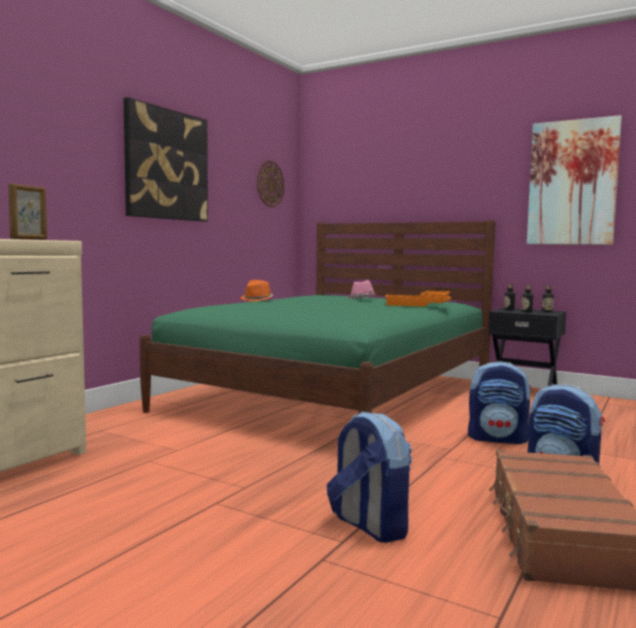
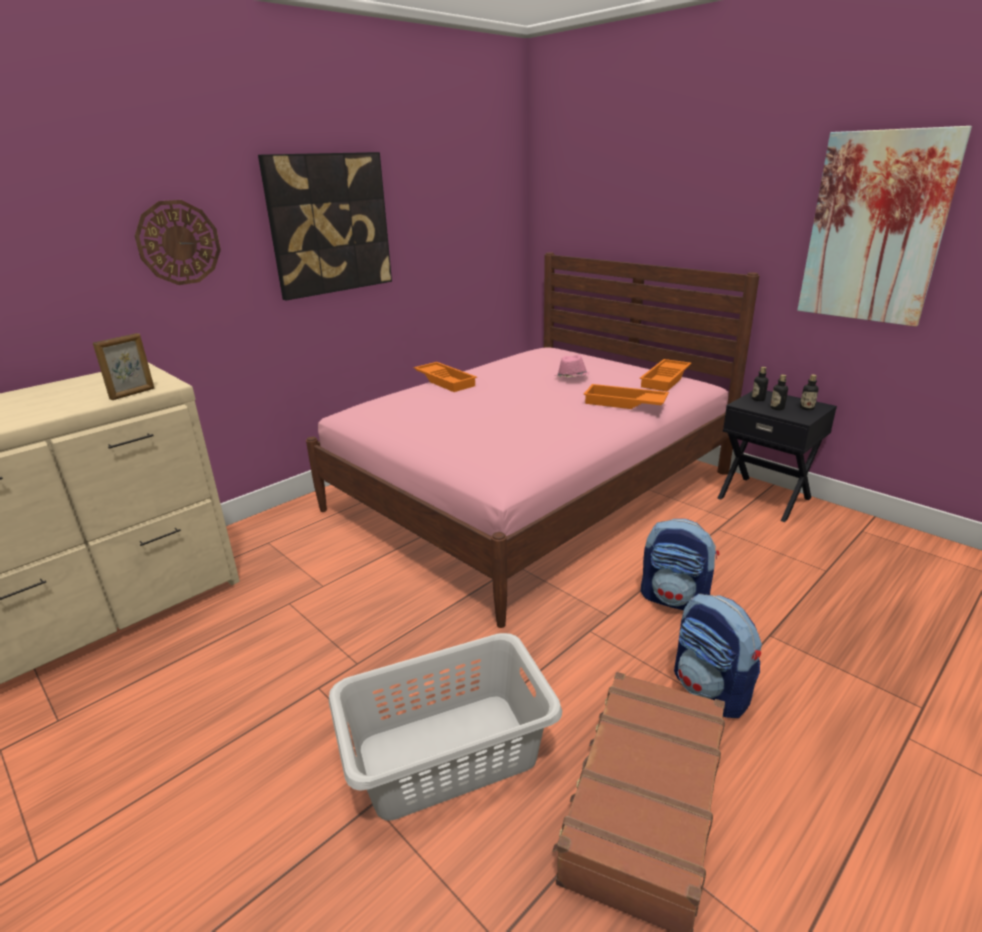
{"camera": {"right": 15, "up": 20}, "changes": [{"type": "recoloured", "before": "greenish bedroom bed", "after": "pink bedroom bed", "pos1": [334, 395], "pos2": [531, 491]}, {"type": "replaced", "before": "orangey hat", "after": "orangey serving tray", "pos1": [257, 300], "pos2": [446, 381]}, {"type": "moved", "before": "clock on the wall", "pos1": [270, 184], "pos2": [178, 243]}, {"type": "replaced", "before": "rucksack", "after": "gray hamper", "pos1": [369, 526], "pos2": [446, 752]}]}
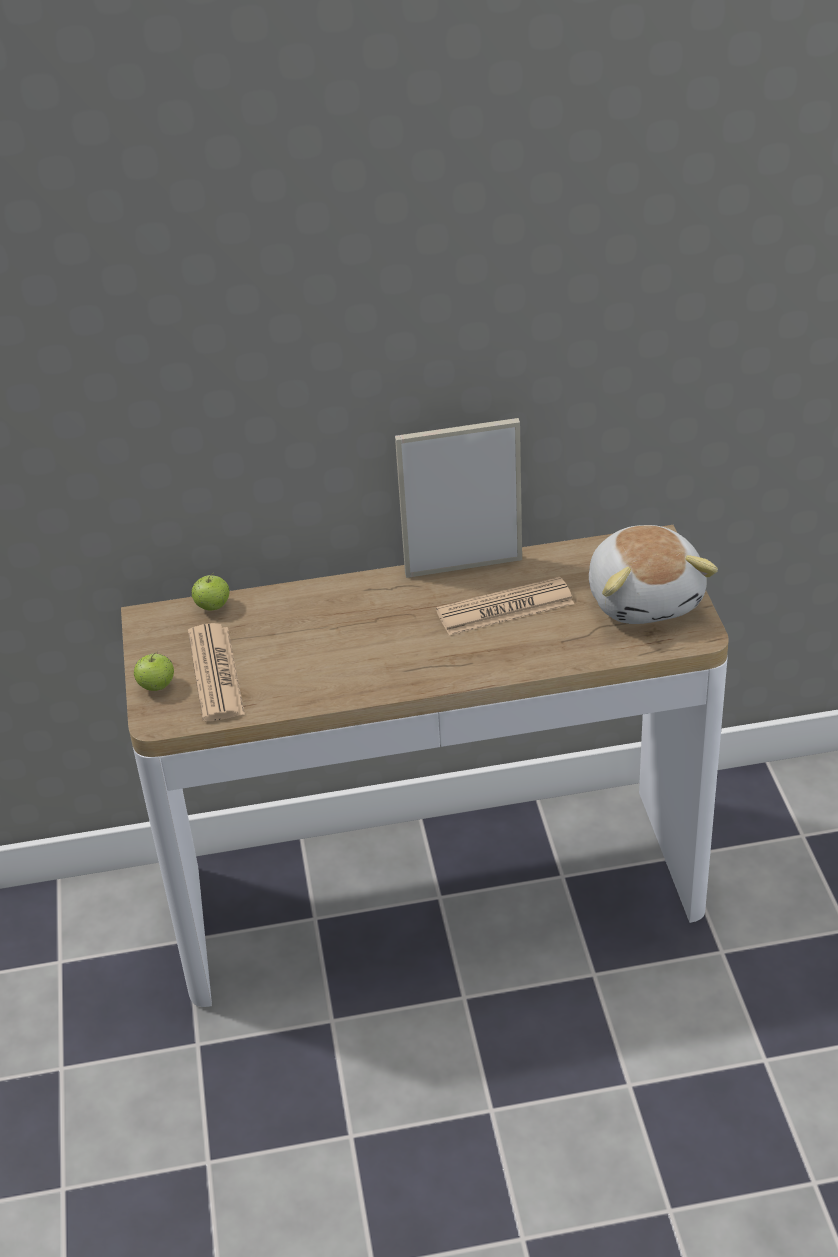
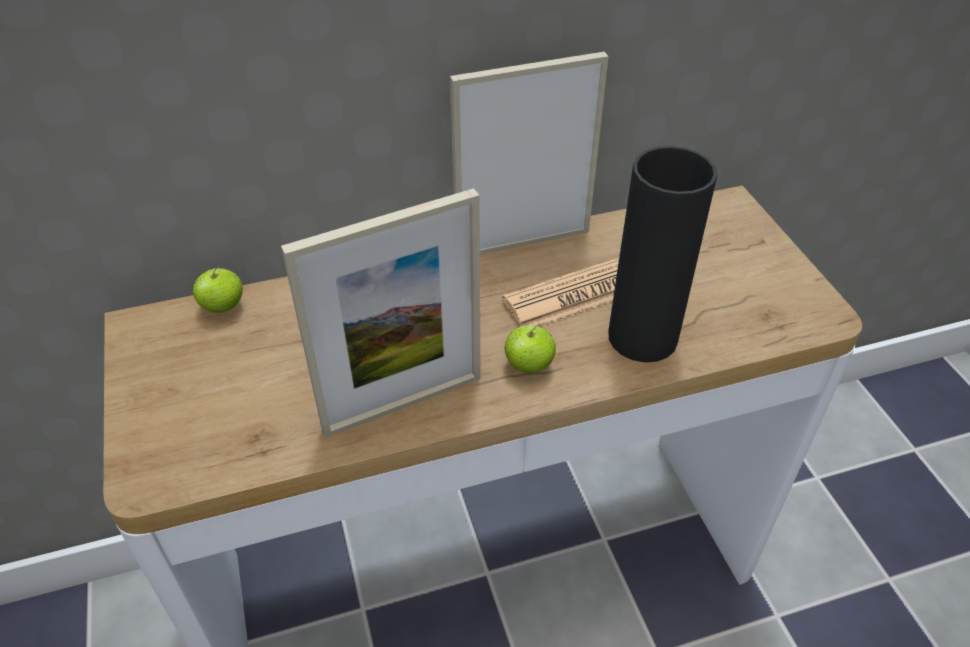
{"camera": {"right": -10, "up": 5}, "changes": [{"type": "moved", "before": "whole apple", "pos1": [156, 686], "pos2": [529, 365]}, {"type": "removed", "before": "printed paper", "pos1": [216, 673]}, {"type": "removed", "before": "plush toy", "pos1": [645, 598]}, {"type": "added", "after": "standing frame", "pos2": [403, 403]}, {"type": "added", "after": "black-coloured decorative vase", "pos2": [642, 337]}]}
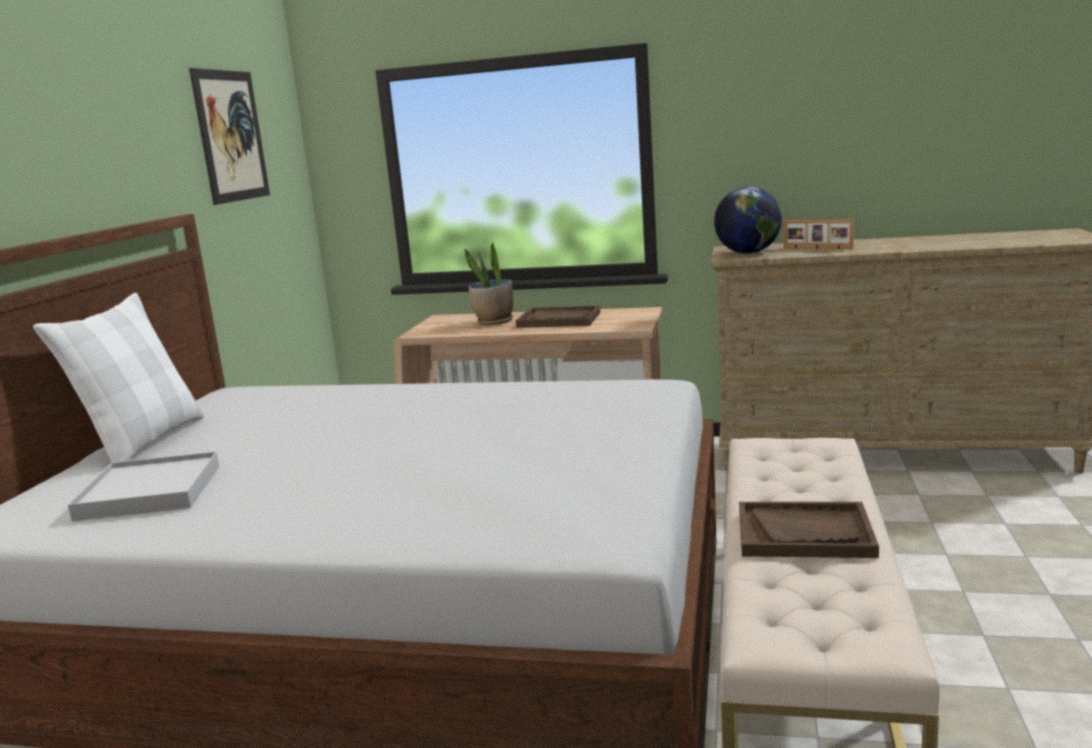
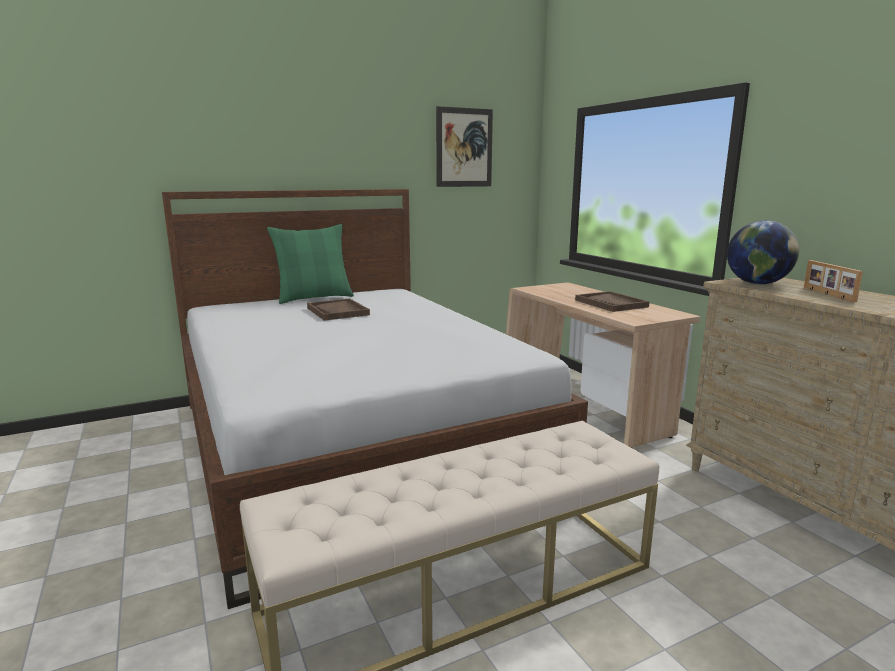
{"camera": {"right": 50, "up": 0}, "changes": [{"type": "recoloured", "before": "white-coloured pillow", "after": "greenish pillow", "pos1": [143, 442], "pos2": [314, 298]}, {"type": "removed", "before": "white-coloured serving tray", "pos1": [150, 492]}, {"type": "removed", "before": "plant in a pot", "pos1": [494, 322]}, {"type": "moved", "before": "brownish serving tray", "pos1": [804, 533], "pos2": [338, 311]}]}
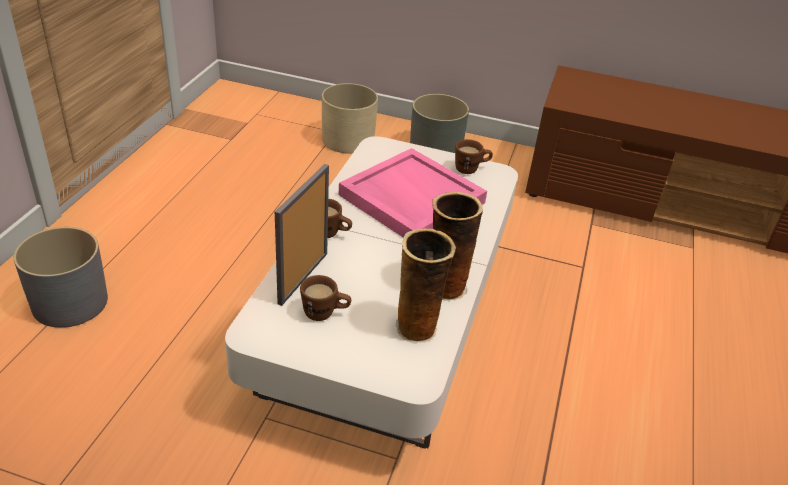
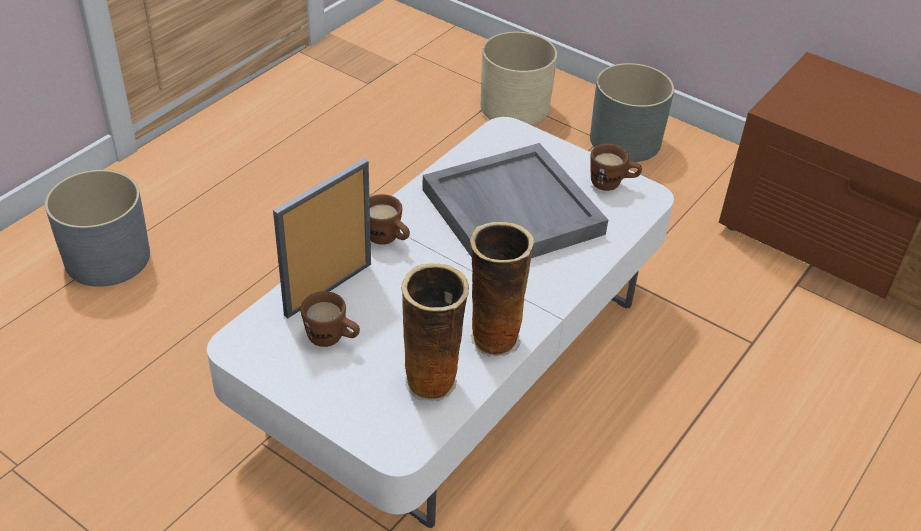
{"camera": {"right": 20, "up": 5}, "changes": [{"type": "recoloured", "before": "pink serving tray", "after": "gray serving tray", "pos1": [410, 199], "pos2": [510, 211]}]}
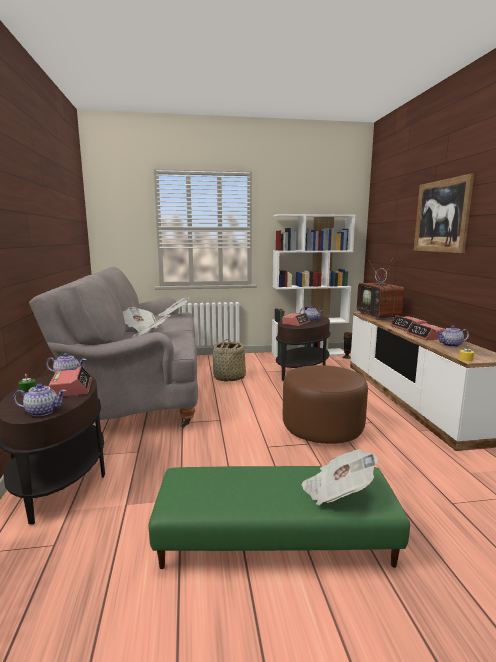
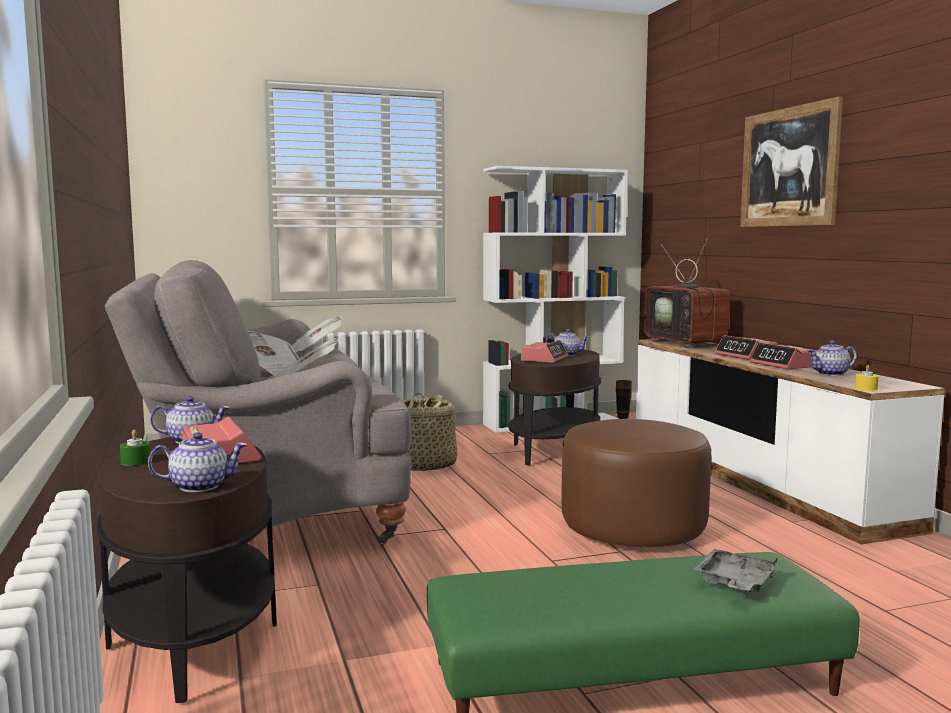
{"camera": {"right": -10, "up": -5}, "changes": [{"type": "replaced", "before": "printed paper", "after": "gray serving tray", "pos1": [337, 492], "pos2": [734, 584]}]}
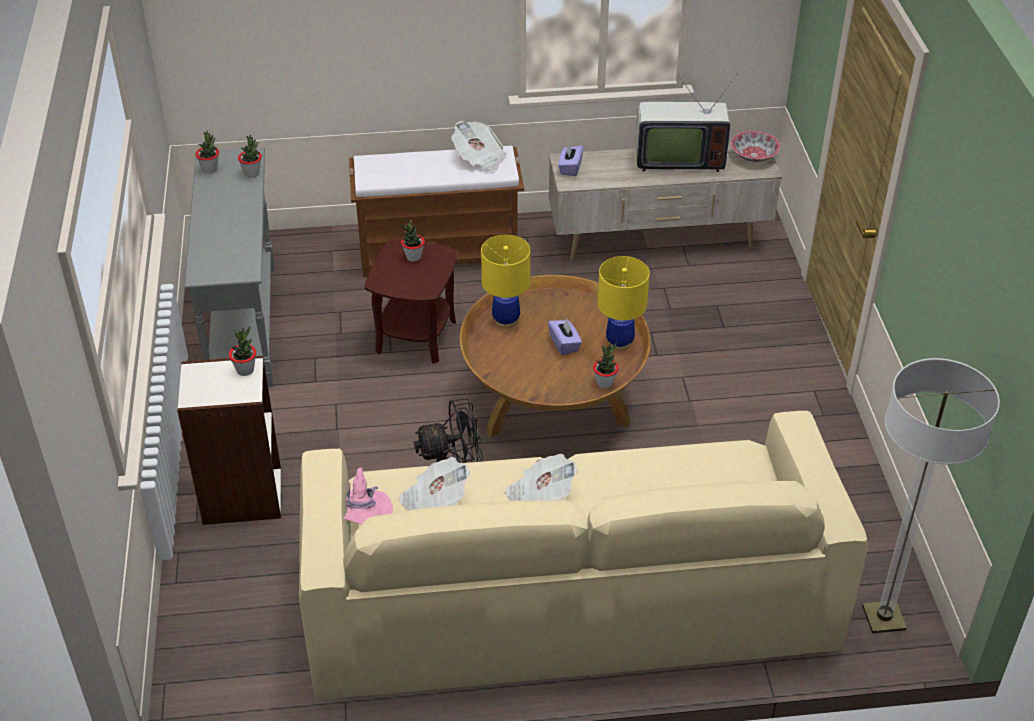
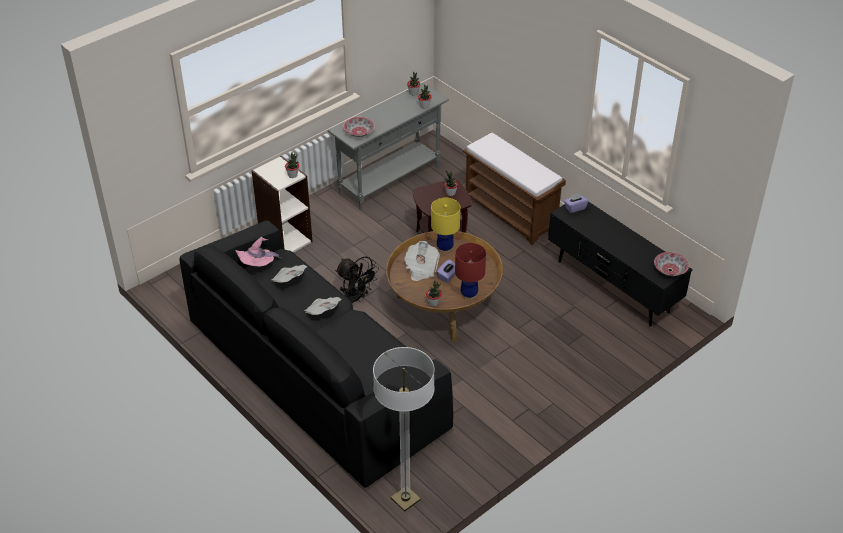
{"camera": {"right": 55, "up": 0}, "changes": [{"type": "recoloured", "before": "beige sofa", "after": "black-coloured sofa", "pos1": [569, 601], "pos2": [316, 375]}, {"type": "moved", "before": "printed paper", "pos1": [479, 159], "pos2": [421, 269]}, {"type": "recoloured", "before": "beige tv stand", "after": "black-coloured tv stand", "pos1": [658, 241], "pos2": [612, 287]}, {"type": "recoloured", "before": "yellow tabletop lamp", "after": "red tabletop lamp", "pos1": [620, 342], "pos2": [469, 295]}, {"type": "removed", "before": "television", "pos1": [677, 159]}, {"type": "added", "after": "deep dish", "pos2": [359, 133]}]}
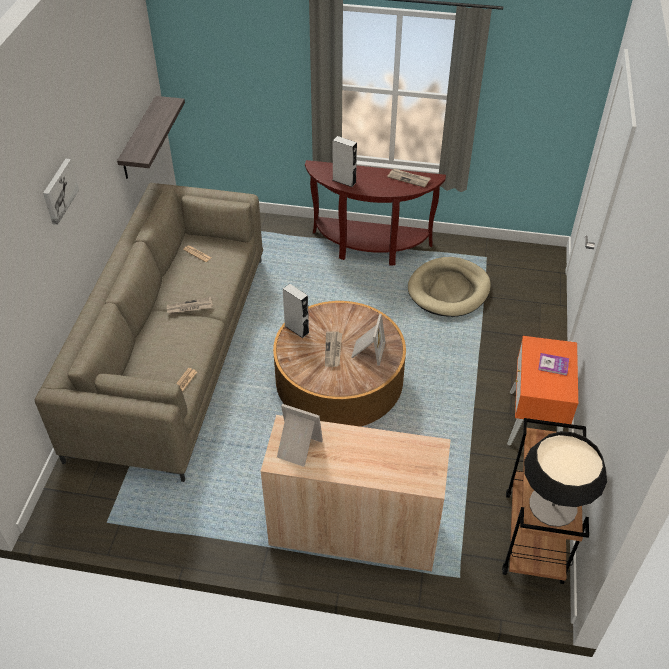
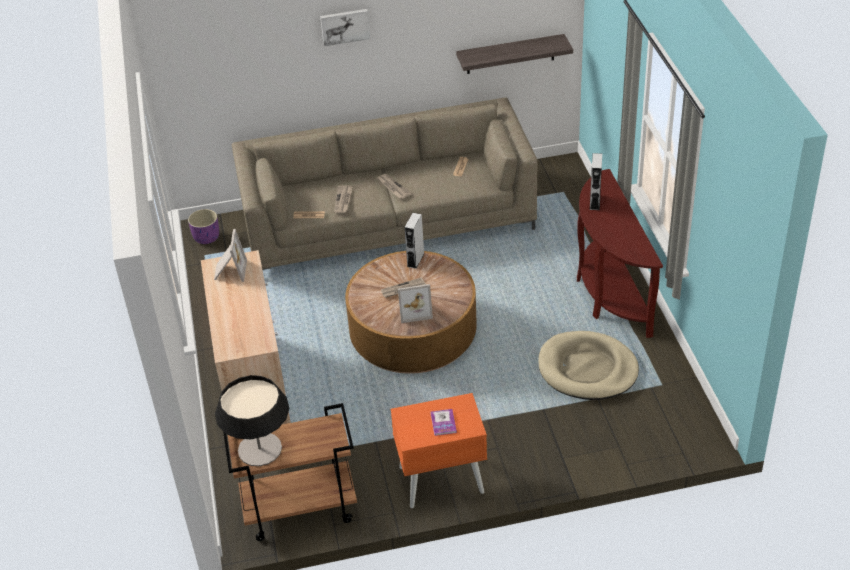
{"camera": {"right": 70, "up": -5}, "changes": [{"type": "moved", "before": "printed paper", "pos1": [409, 179], "pos2": [343, 200]}, {"type": "added", "after": "purplish planter", "pos2": [207, 237]}]}
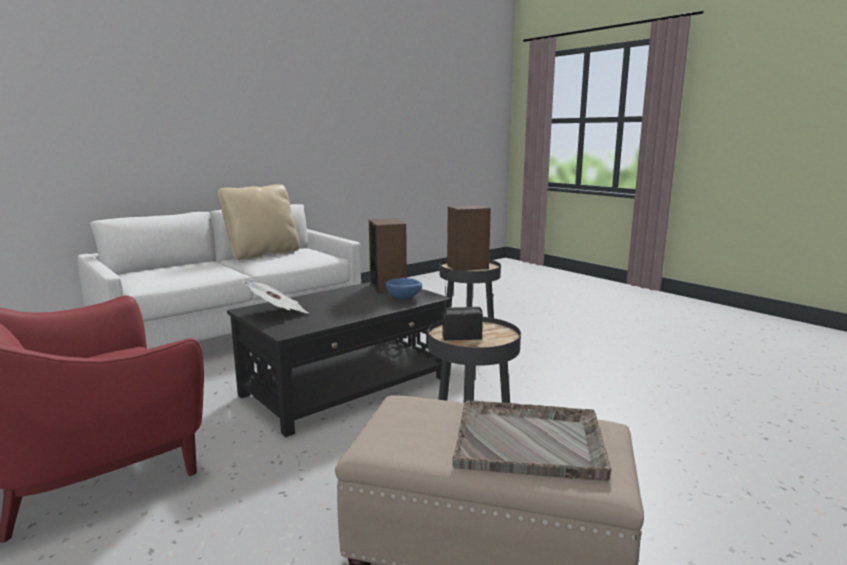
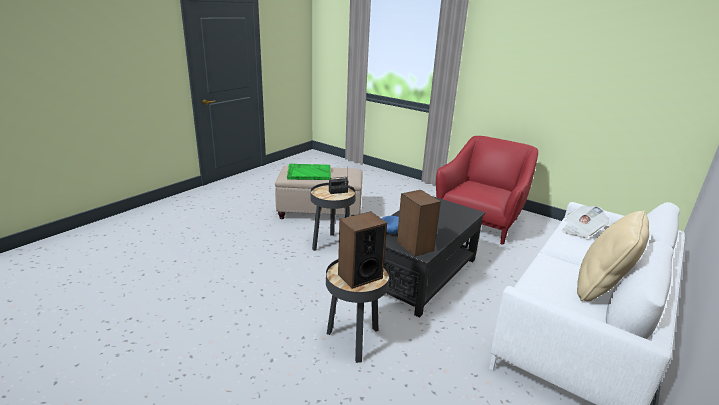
{"camera": {"right": 165, "up": 10}, "changes": [{"type": "moved", "before": "printed paper", "pos1": [278, 313], "pos2": [581, 231]}, {"type": "recoloured", "before": "gray serving tray", "after": "greenish serving tray", "pos1": [530, 441], "pos2": [308, 173]}]}
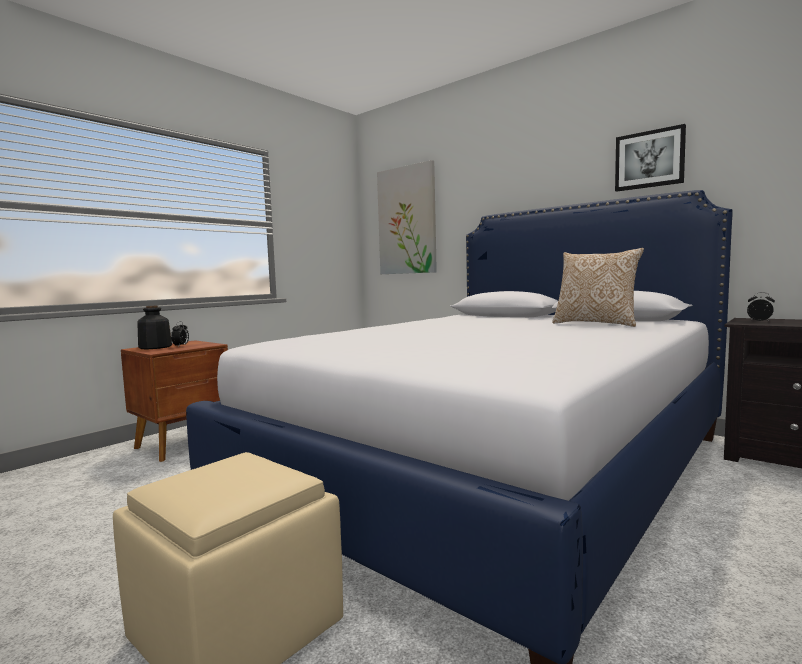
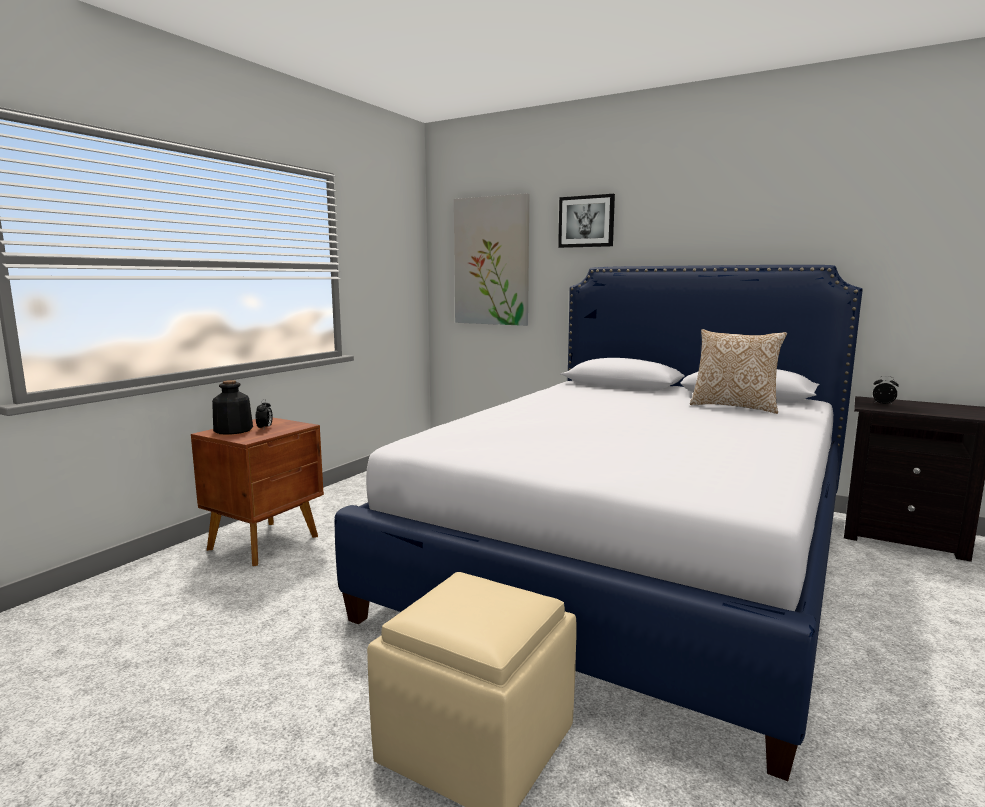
{"camera": {"right": -10, "up": 5}, "changes": [{"type": "moved", "before": "picture", "pos1": [649, 159], "pos2": [586, 221]}]}
